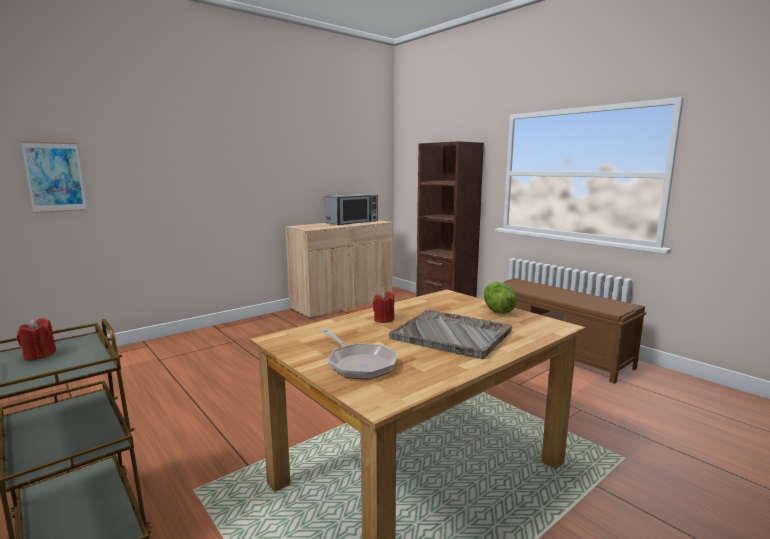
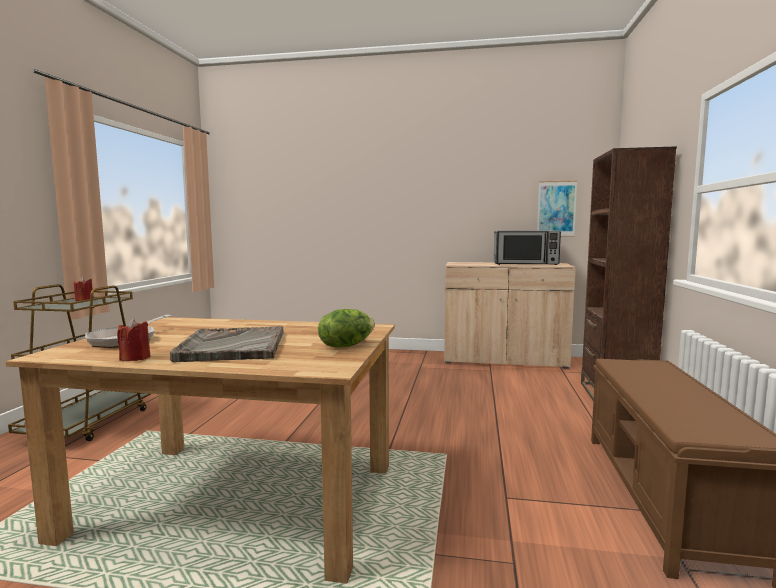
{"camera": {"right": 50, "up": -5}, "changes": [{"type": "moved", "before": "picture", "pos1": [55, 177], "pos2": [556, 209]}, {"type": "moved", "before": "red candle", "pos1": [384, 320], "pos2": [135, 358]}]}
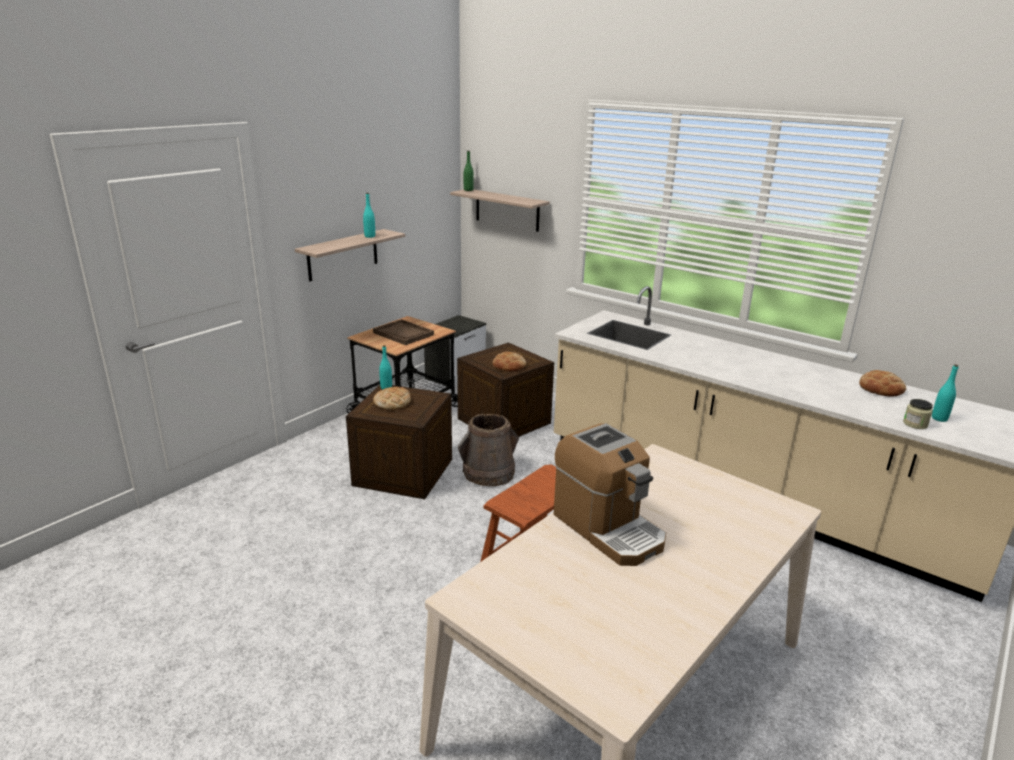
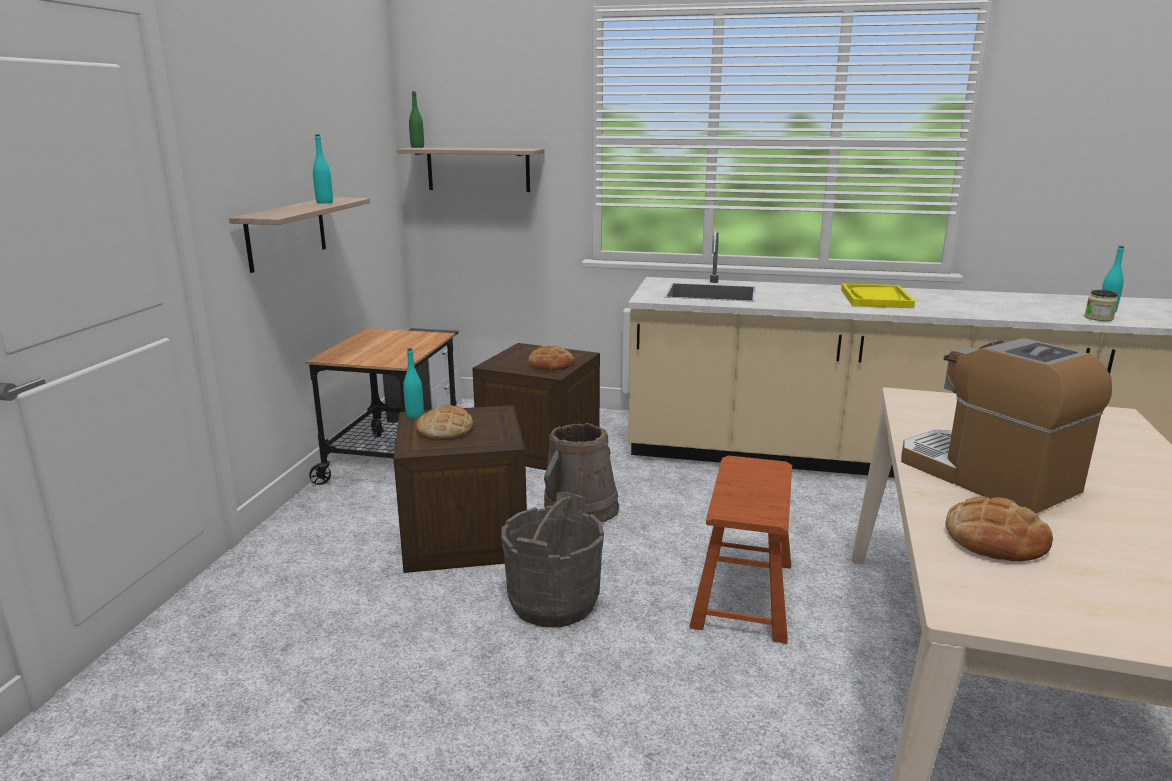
{"camera": {"right": -25, "up": -5}, "changes": [{"type": "removed", "before": "brownish serving tray", "pos1": [403, 334]}, {"type": "turned", "before": "coffee maker", "pos1": [608, 528], "pos2": [986, 476], "turn": -150}, {"type": "moved", "before": "bread", "pos1": [881, 388], "pos2": [995, 539]}, {"type": "added", "after": "gray pail", "pos2": [553, 602]}, {"type": "added", "after": "yellow serving tray", "pos2": [876, 299]}]}
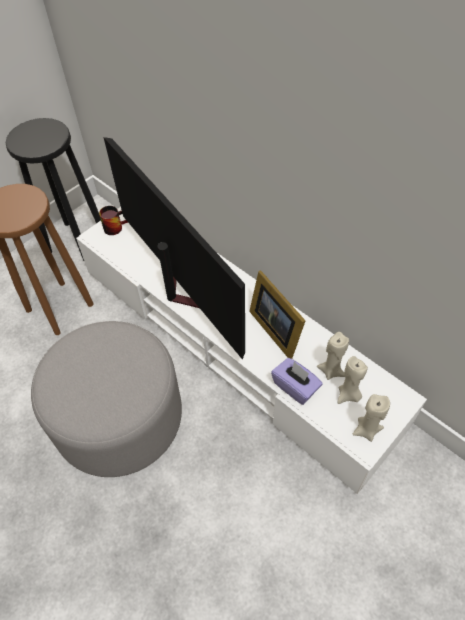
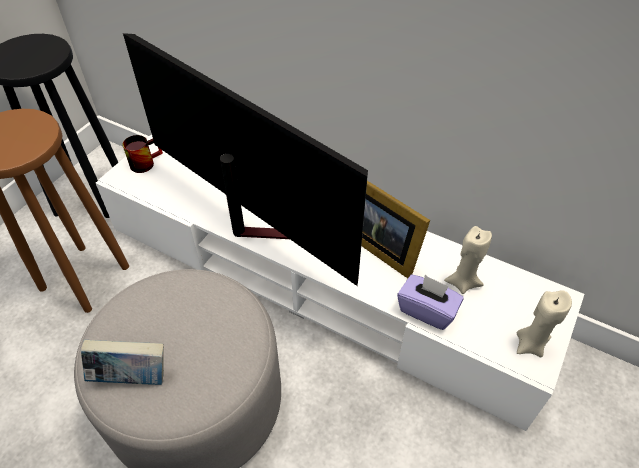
{"camera": {"right": -15, "up": -5}, "changes": [{"type": "removed", "before": "beige candle", "pos1": [348, 395]}, {"type": "added", "after": "book", "pos2": [132, 377]}]}
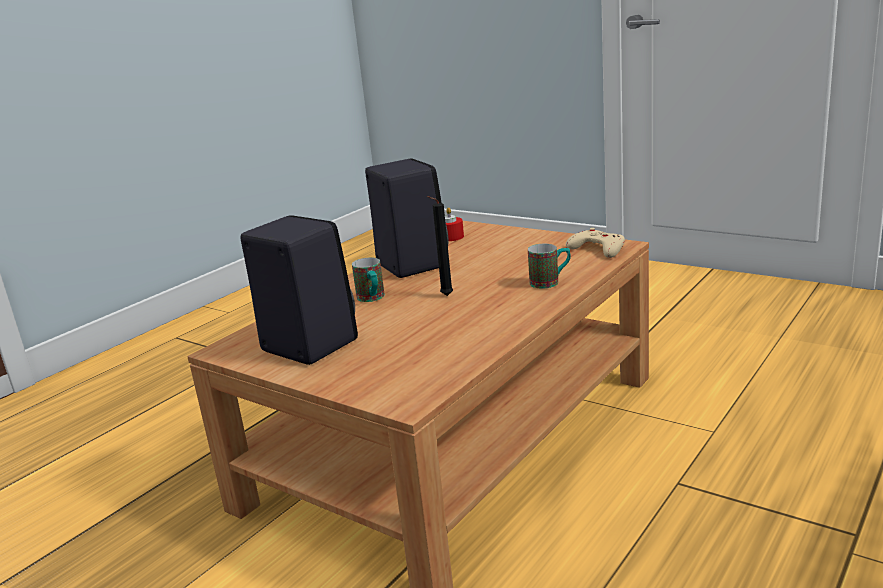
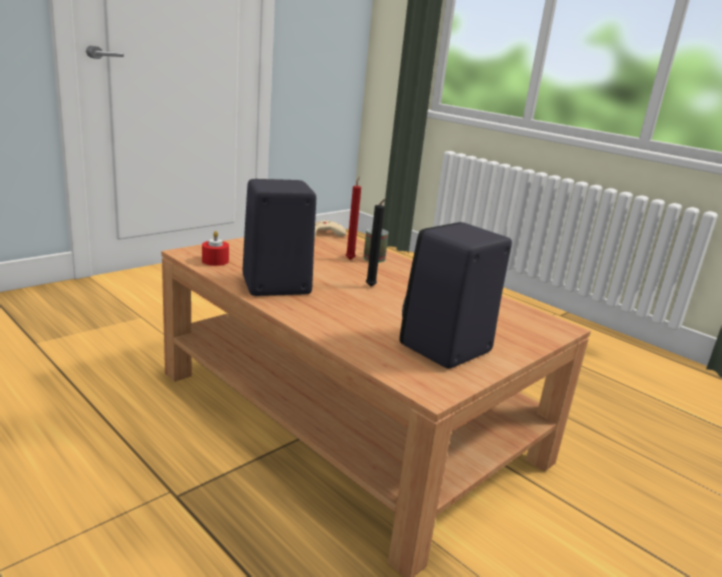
{"camera": {"right": -85, "up": 0}, "changes": [{"type": "removed", "before": "tea mug", "pos1": [372, 299]}, {"type": "added", "after": "red candle", "pos2": [350, 259]}]}
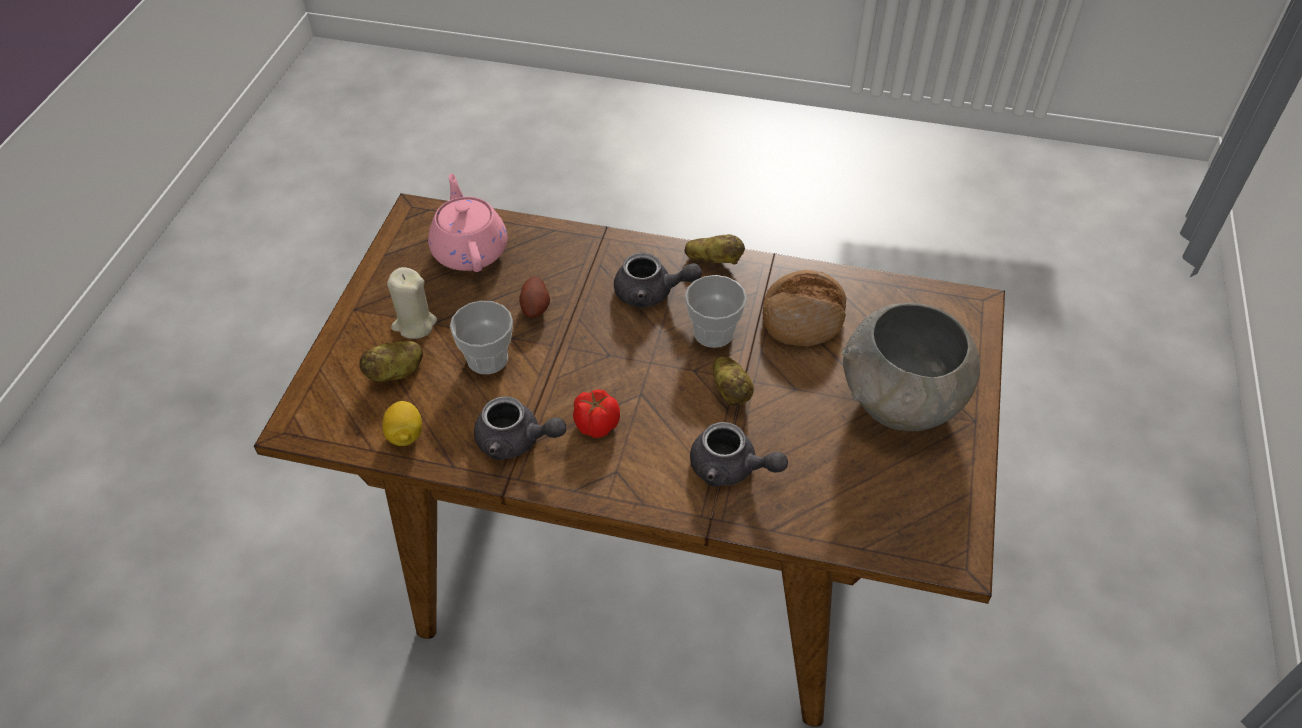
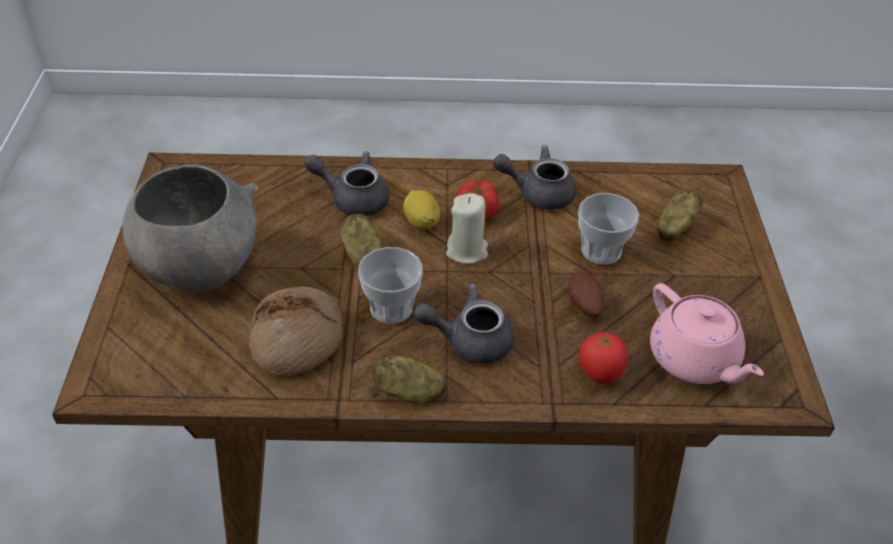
{"camera": {"right": 165, "up": -5}, "changes": [{"type": "moved", "before": "whole lemon", "pos1": [405, 435], "pos2": [421, 222]}, {"type": "moved", "before": "beige candle", "pos1": [414, 324], "pos2": [467, 251]}, {"type": "added", "after": "tomato", "pos2": [600, 375]}]}
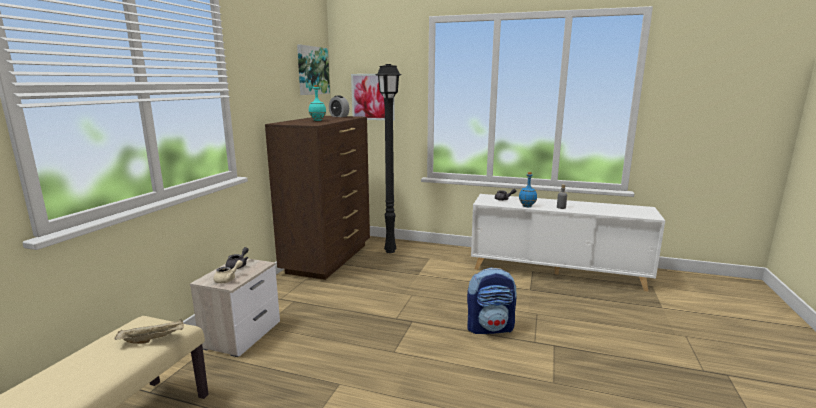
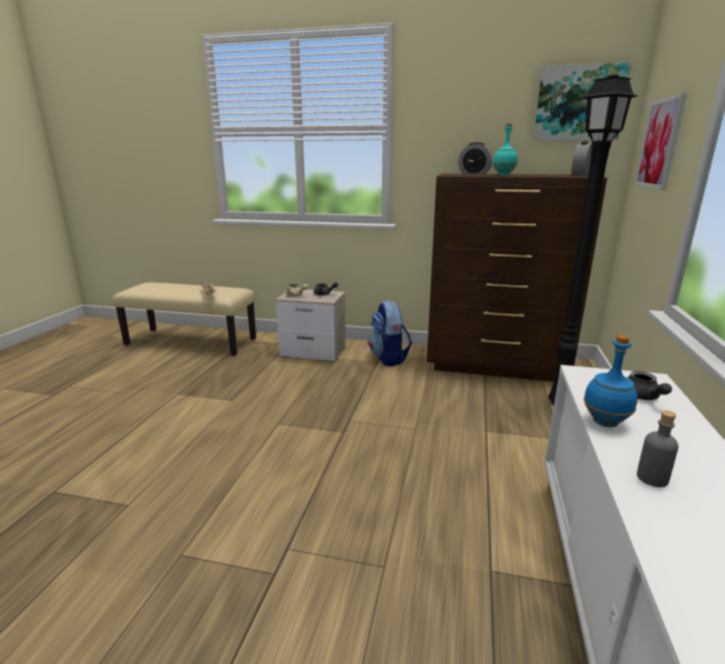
{"camera": {"right": 85, "up": 5}, "changes": [{"type": "moved", "before": "rucksack", "pos1": [490, 328], "pos2": [389, 358]}, {"type": "added", "after": "table clock", "pos2": [474, 174]}]}
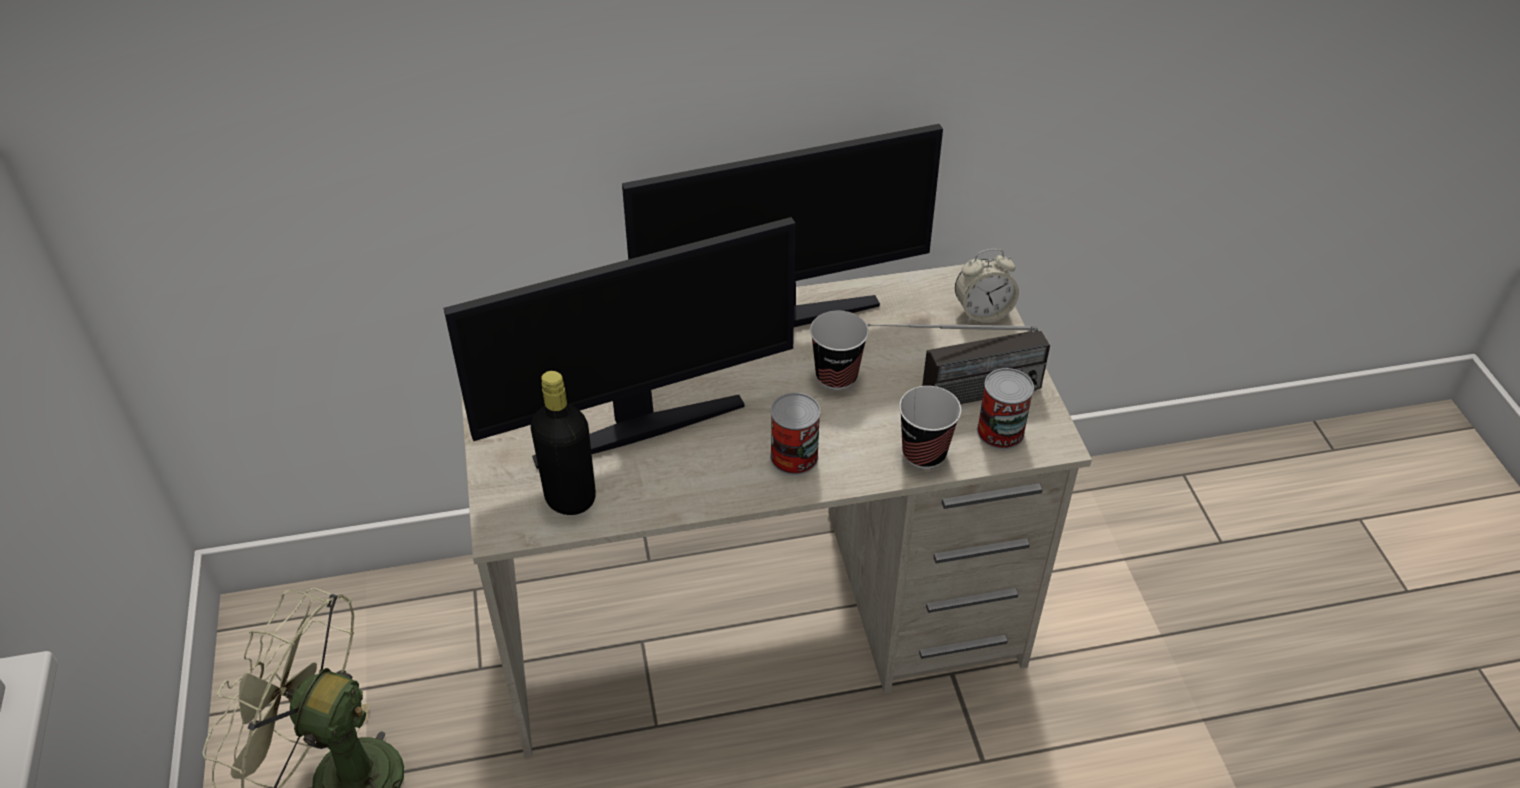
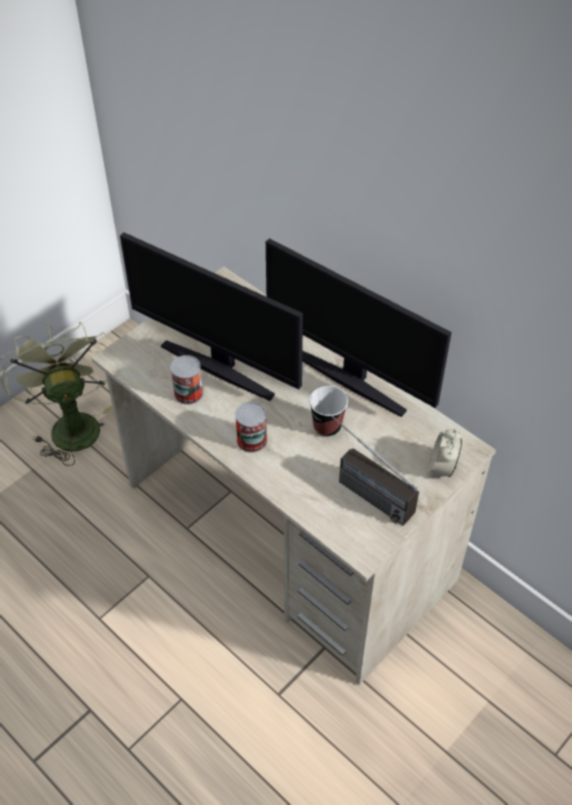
{"camera": {"right": 55, "up": 5}, "changes": [{"type": "removed", "before": "black-coloured drink bottle", "pos1": [570, 498]}, {"type": "removed", "before": "small cup", "pos1": [924, 453]}, {"type": "turned", "before": "table clock", "pos1": [982, 313], "pos2": [442, 467], "turn": 60}, {"type": "moved", "before": "sealed can", "pos1": [1000, 431], "pos2": [188, 393]}]}
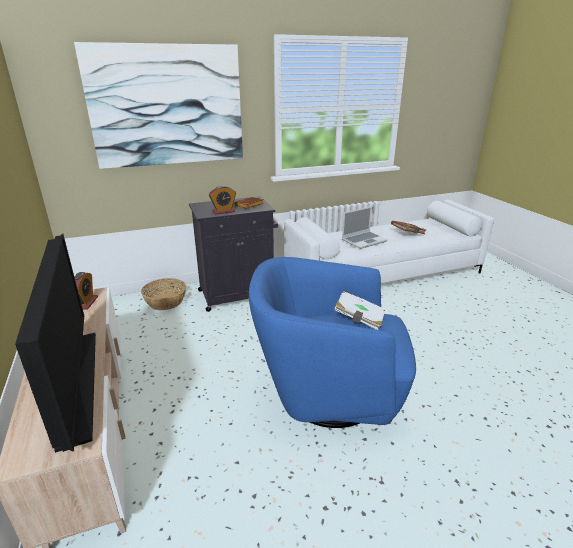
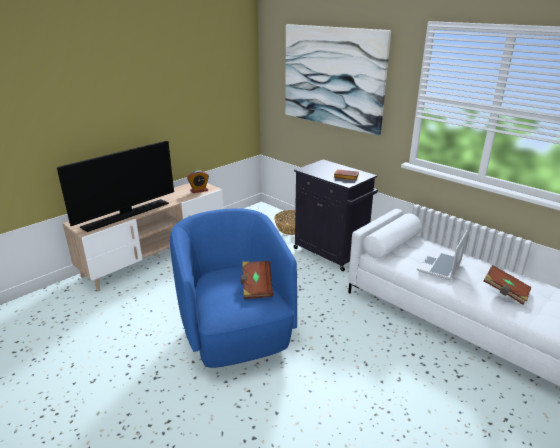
{"camera": {"right": 65, "up": 0}, "changes": [{"type": "removed", "before": "table clock", "pos1": [223, 211]}, {"type": "recoloured", "before": "white-coloured book", "after": "brownish book", "pos1": [359, 319], "pos2": [256, 287]}, {"type": "turned", "before": "portable computer", "pos1": [364, 240], "pos2": [440, 266], "turn": 90}]}
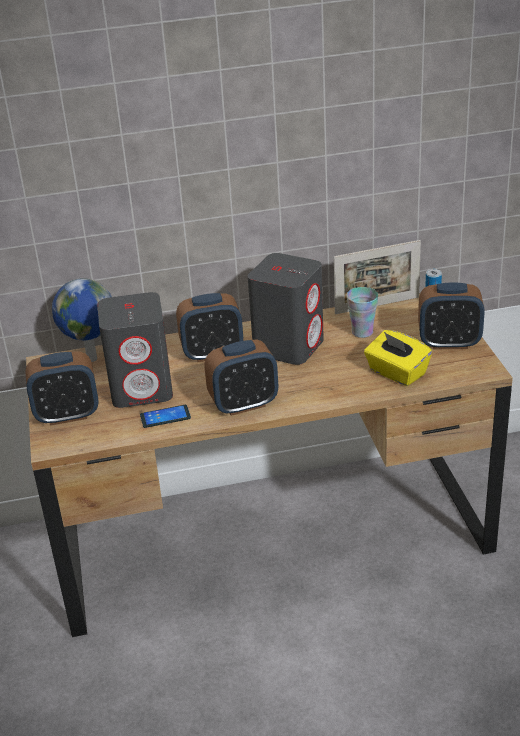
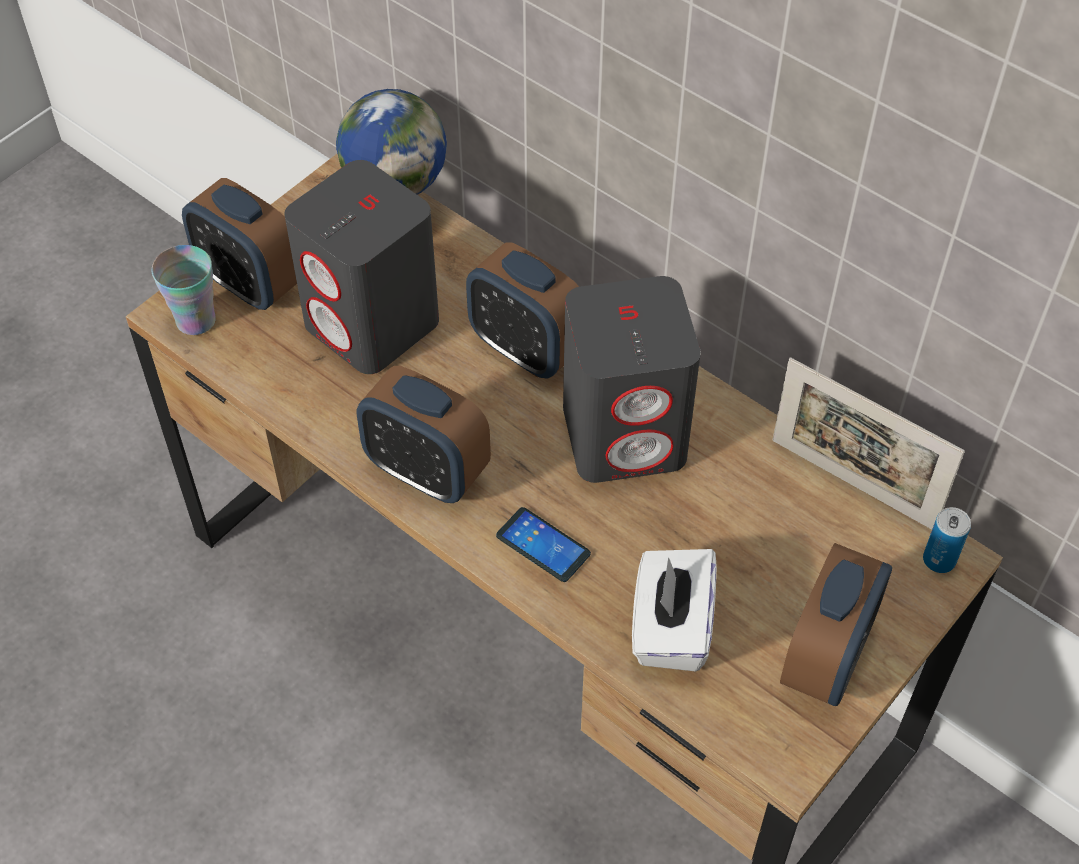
{"camera": {"right": 50, "up": 20}, "changes": [{"type": "moved", "before": "phone", "pos1": [165, 417], "pos2": [543, 545]}, {"type": "moved", "before": "small cup", "pos1": [362, 332], "pos2": [196, 320]}, {"type": "recoloured", "before": "yellow tissue holder", "after": "white-coloured tissue holder", "pos1": [396, 373], "pos2": [670, 628]}, {"type": "turned", "before": "table clock", "pos1": [449, 343], "pos2": [826, 657], "turn": -120}]}
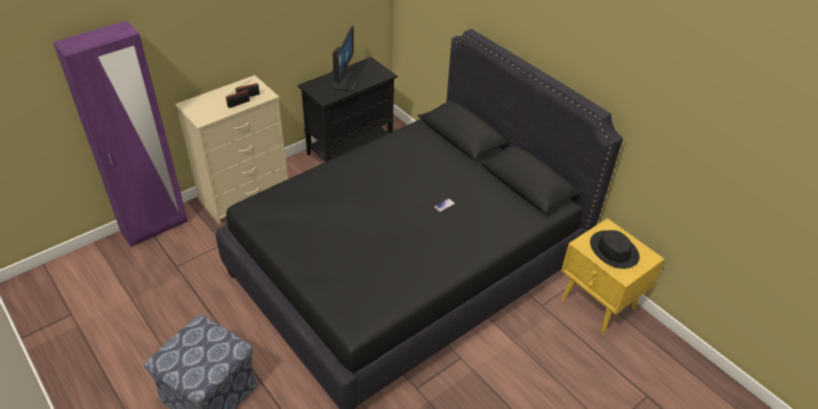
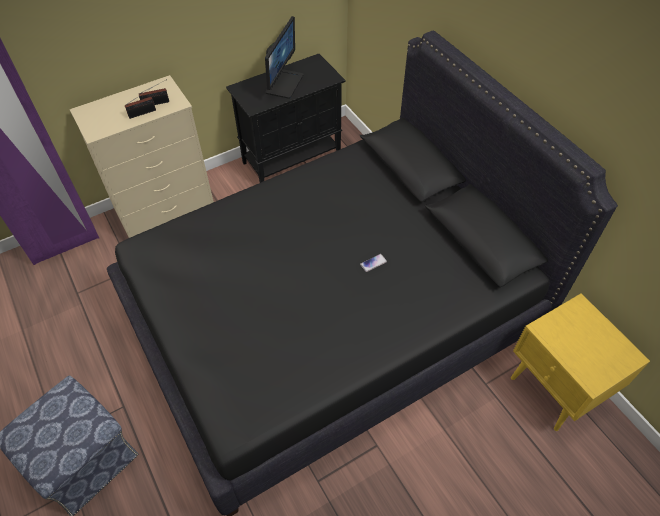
{"camera": {"right": 10, "up": 10}, "changes": [{"type": "removed", "before": "black-coloured hat", "pos1": [614, 250]}]}
